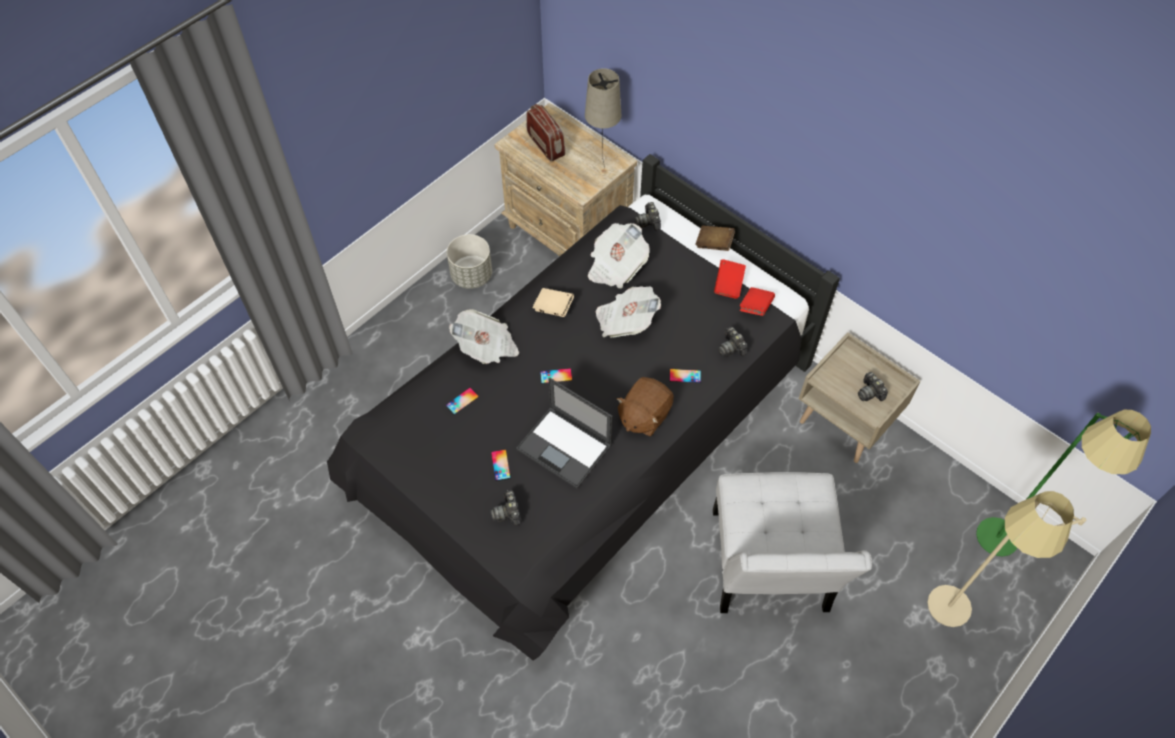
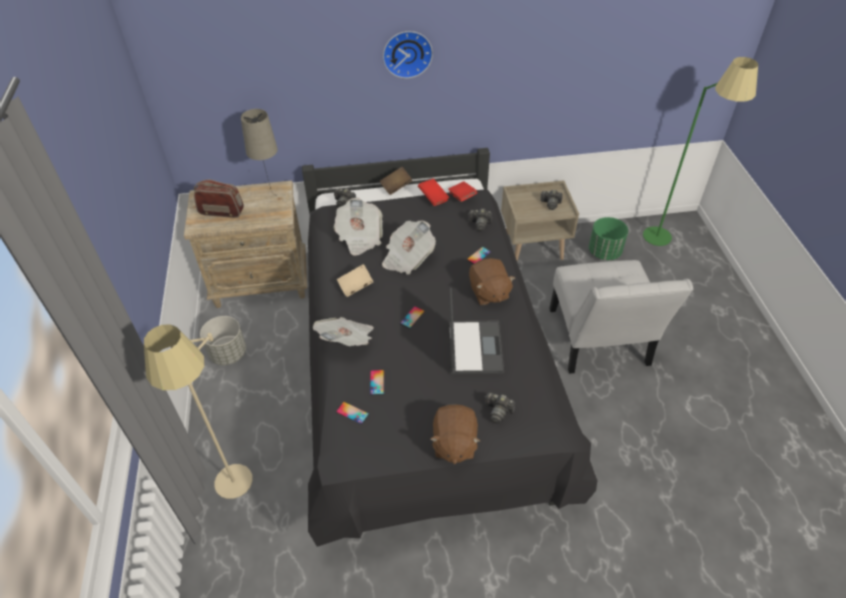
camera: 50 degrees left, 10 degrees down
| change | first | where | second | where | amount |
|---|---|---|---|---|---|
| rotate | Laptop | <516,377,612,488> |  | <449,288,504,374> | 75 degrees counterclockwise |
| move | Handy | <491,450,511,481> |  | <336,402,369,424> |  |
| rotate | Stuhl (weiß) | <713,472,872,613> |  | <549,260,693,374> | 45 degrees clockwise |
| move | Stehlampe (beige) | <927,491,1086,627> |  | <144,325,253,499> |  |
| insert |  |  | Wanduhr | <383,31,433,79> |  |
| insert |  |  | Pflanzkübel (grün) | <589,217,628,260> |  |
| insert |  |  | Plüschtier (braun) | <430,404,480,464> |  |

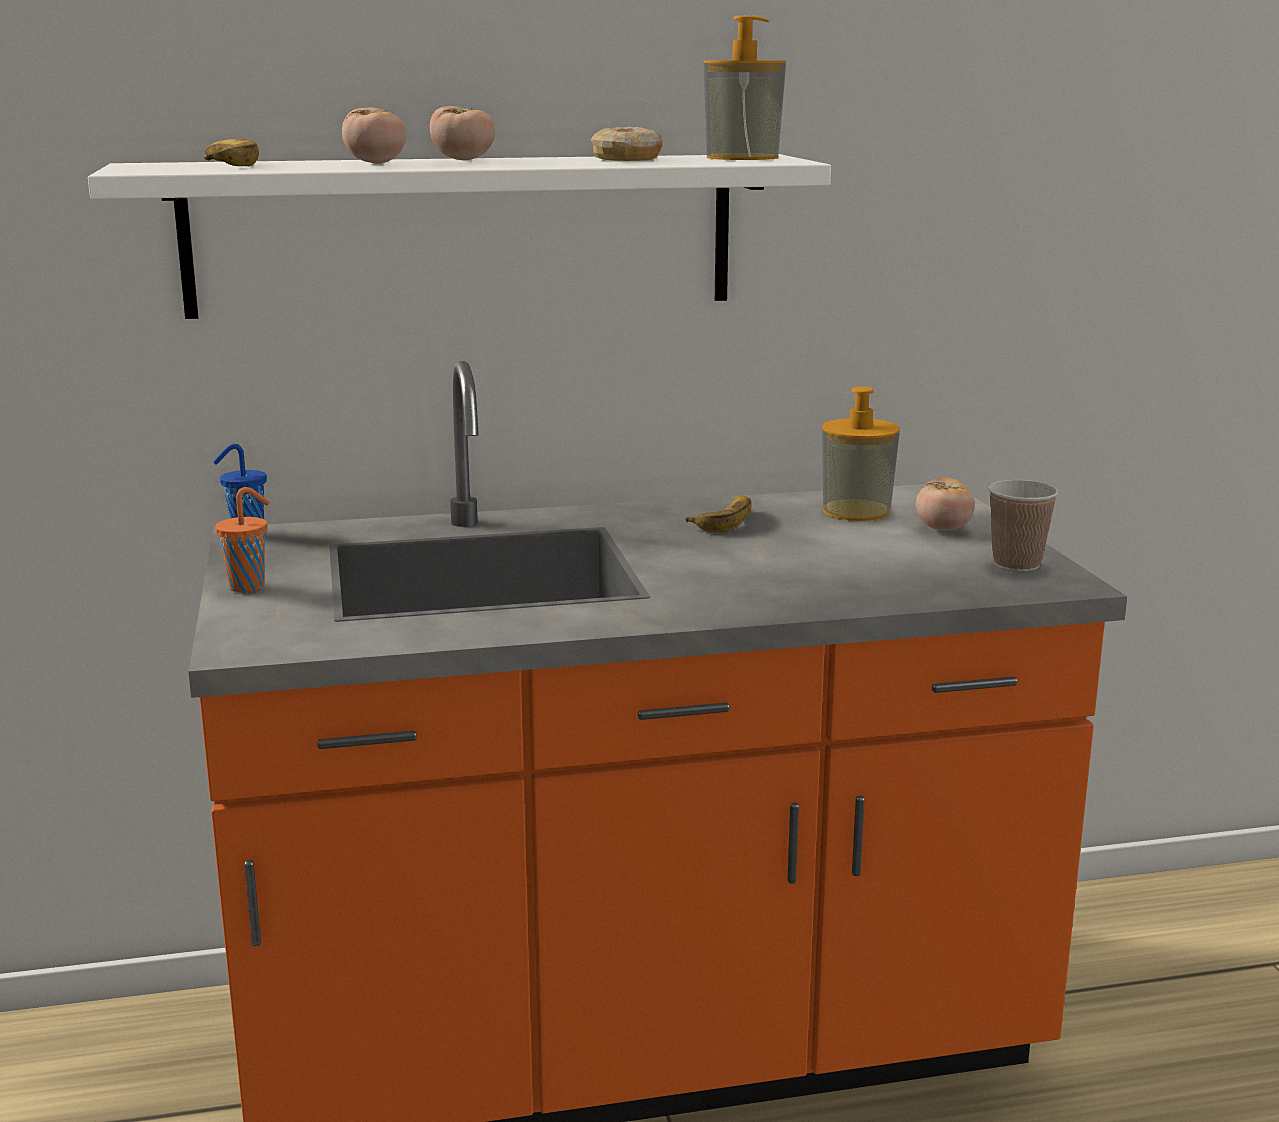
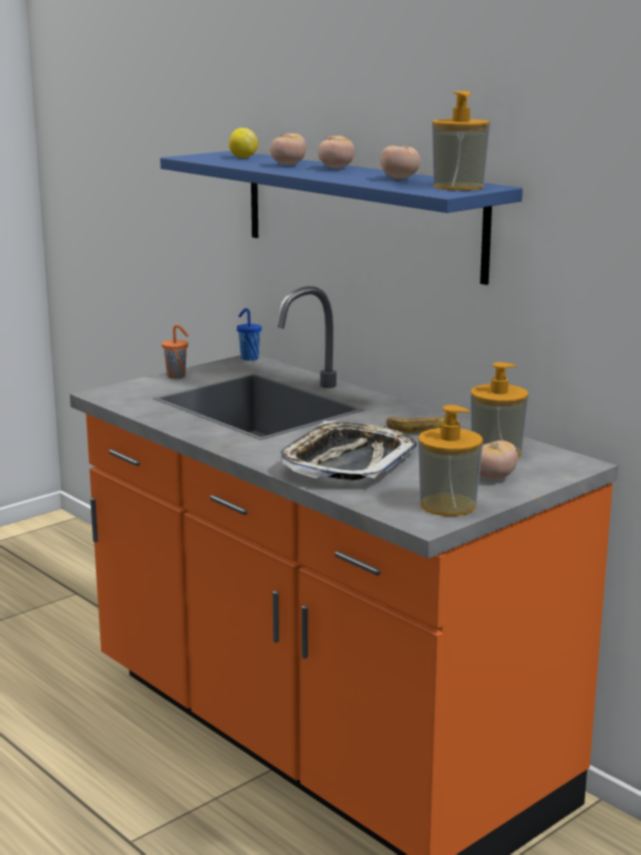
camera: 60 degrees right, 0 degrees up
| change | first | where | second | where | amount |
|---|---|---|---|---|---|
| replace | Donut | <591,127,662,161> | Tomate | <380,146,421,179> |  |
| replace | Banane | <204,139,259,166> | Zitrone | <229,128,258,158> |  |
| recolor | Wandregal (weiß) | <88,154,831,319> | Wandregal (blau) | <160,151,523,285> |  |
| replace | Tasse | <988,480,1059,572> | Seifenspender | <418,405,483,516> |  |
| insert |  |  | Tablett | <279,421,417,480> |  |

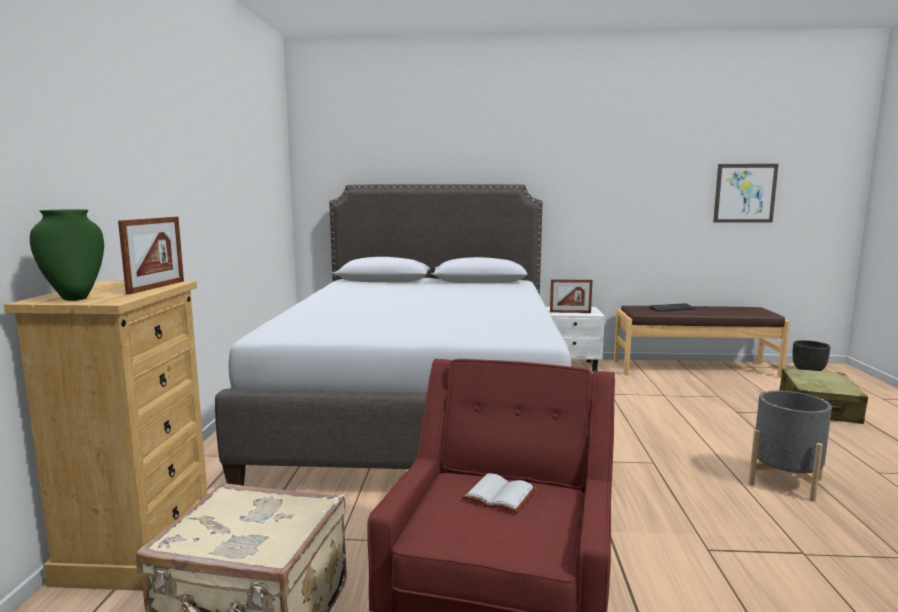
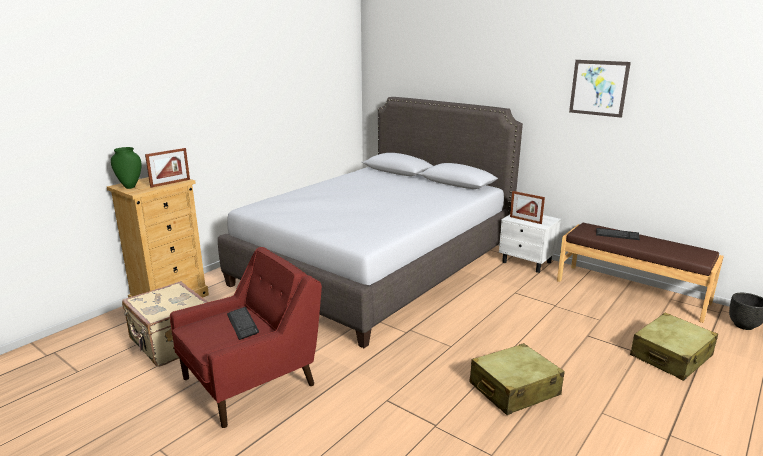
camera: 35 degrees right, 10 degrees up
| change | first | where | second | where | amount |
|---|---|---|---|---|---|
| move | Bild | <713,164,779,223> |  | <569,60,631,118> |  |
| replace | Pflanzkübel (grau) | <749,390,832,502> | Koffer (beige) | <470,343,565,415> |  |
| replace | Buch (weiß) | <462,474,537,513> | Tastatur | <227,307,259,340> |  |

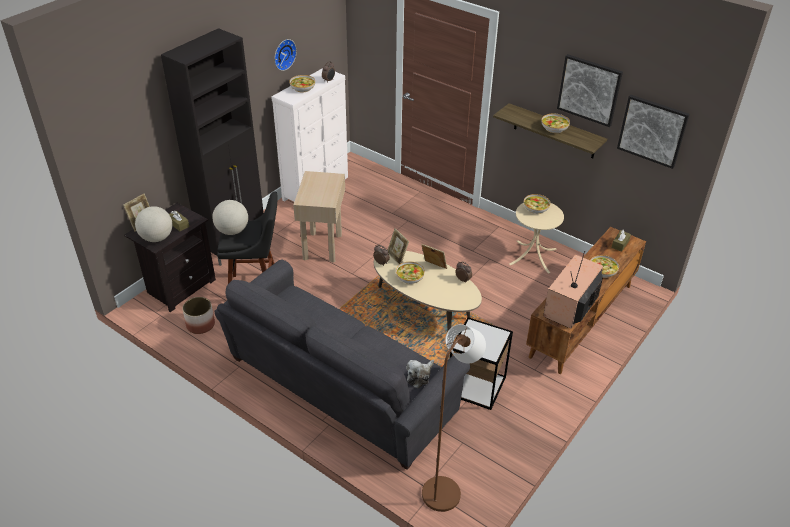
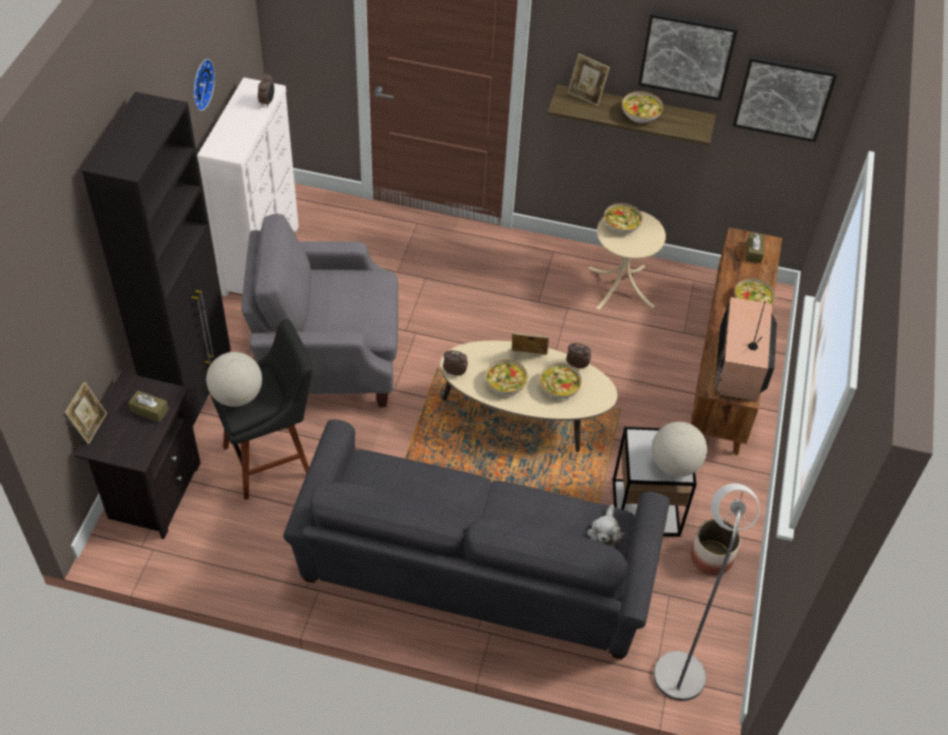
camera: 25 degrees left, 10 degrees up
| change | first | where | second | where | amount |
|---|---|---|---|---|---|
| move | Schüssel | <290,75,315,93> |  | <540,363,582,399> |  |
| replace | Beistelltisch (beige) | <293,171,345,263> | Sessel (grau) | <241,214,398,407> |  |
| move | Globus | <135,206,172,242> |  | <652,422,707,477> |  |
| move | Bilderrahmen | <388,228,409,265> |  | <567,54,610,106> |  |
| move | Pflanzkübel | <182,297,215,334> |  | <690,519,741,575> |  |
| recolor | Stehlampe (braun) | <422,324,486,512> | Stehlampe (grau) | <654,483,760,701> |  |

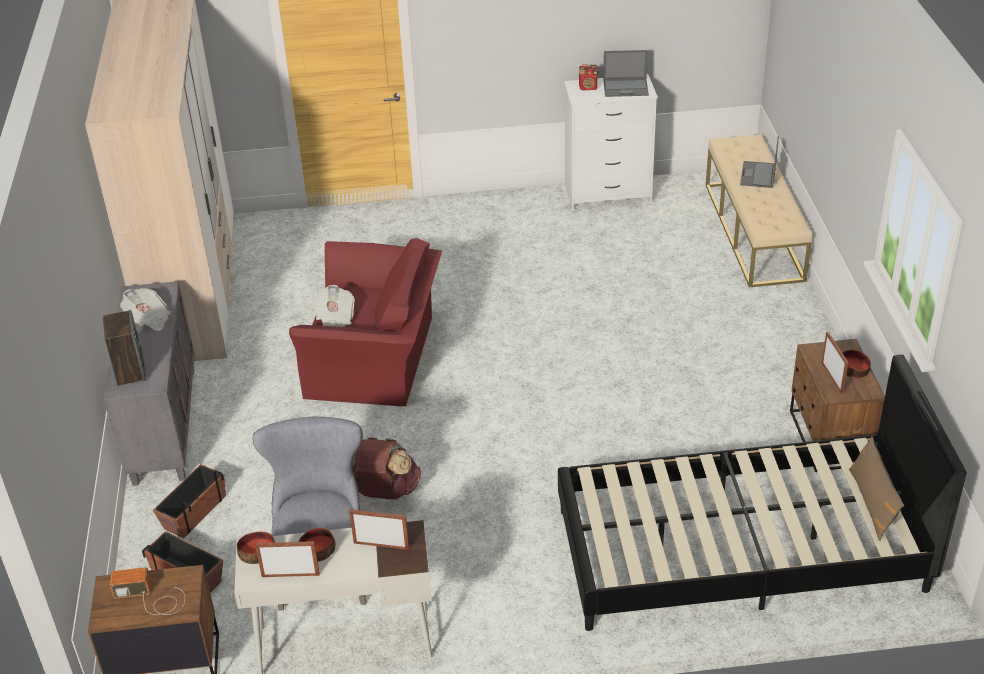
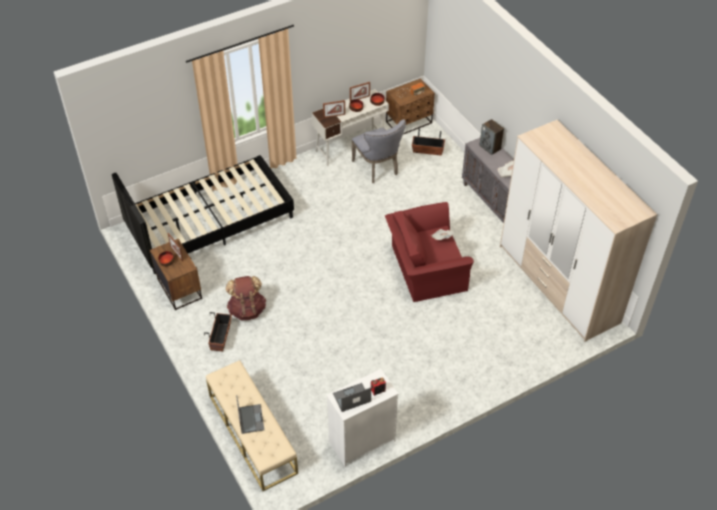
camera: 155 degrees right, 10 degrees up
| change | first | where | second | where | amount |
|---|---|---|---|---|---|
| delete | Kissen (braun) | <849,436,904,541> |  |  |  |
| move | Rucksack (braun) | <352,437,421,499> |  | <226,276,266,321> |  |
| move | Pflanzkübel | <153,464,226,538> |  | <204,312,232,351> |  |

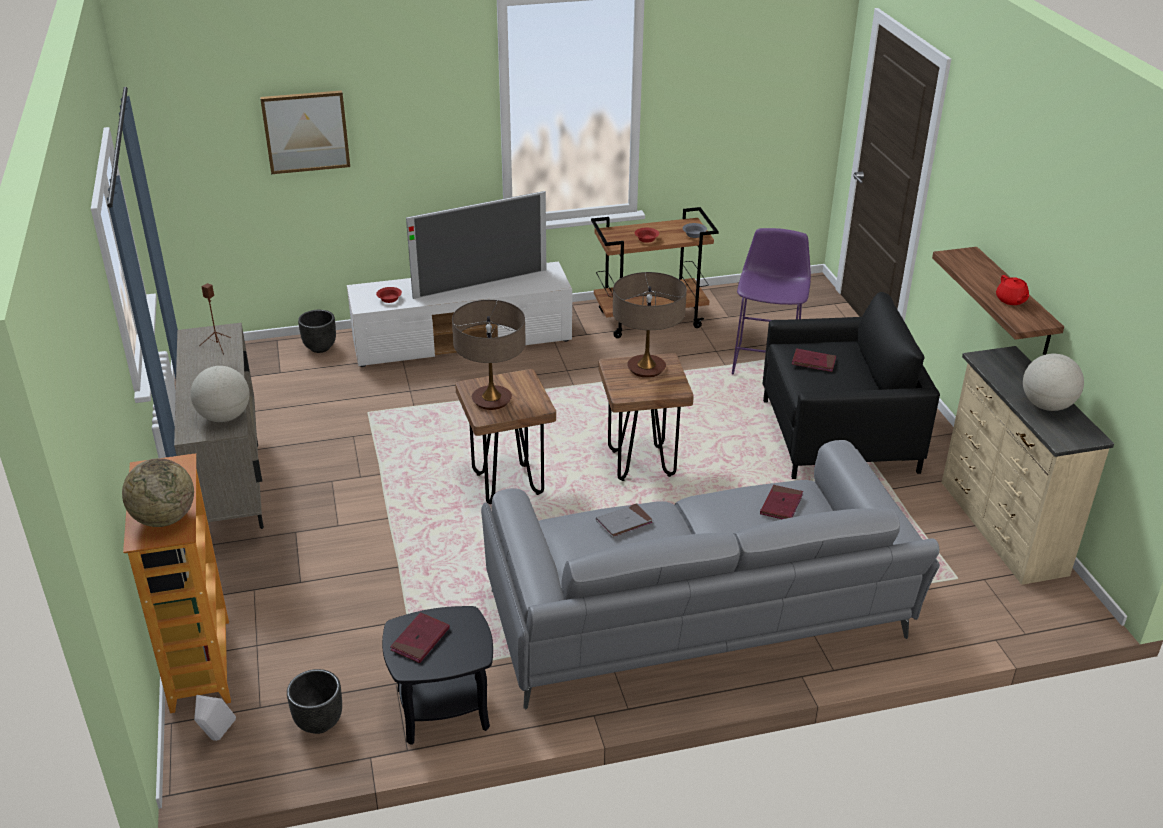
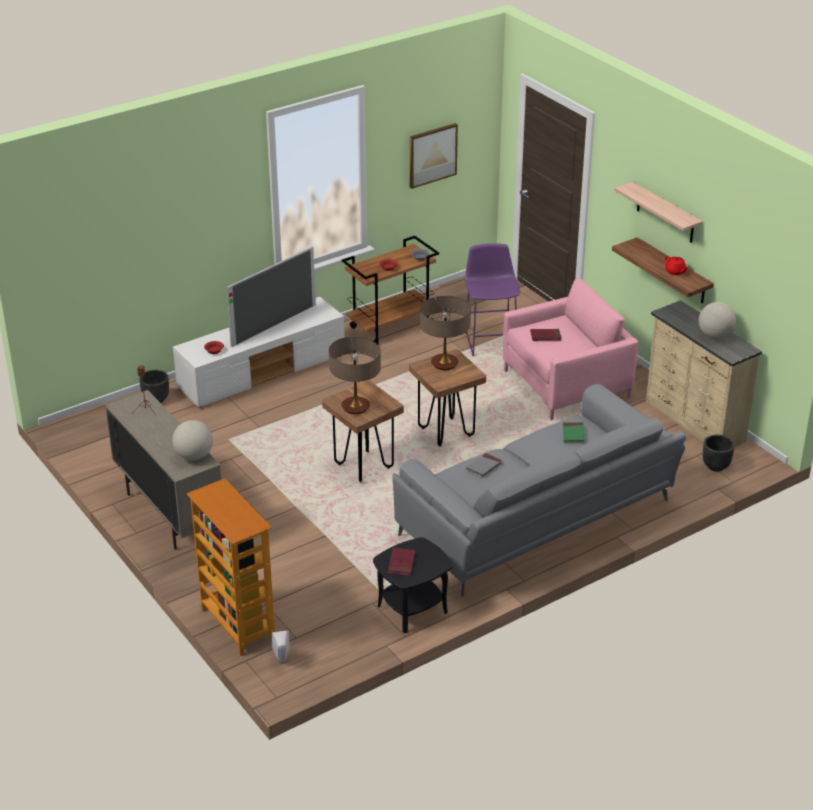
camera: 20 degrees left, 0 degrees up
| change | first | where | second | where | amount |
|---|---|---|---|---|---|
| move | Bild | <260,90,350,174> |  | <409,123,458,189> |  |
| recolor | Sessel (schwarz) | <763,292,940,479> | Sessel (rosa) | <503,278,638,420> |  |
| delete | Globus | <122,458,194,527> |  |  |  |
| recolor | Buch (rot) | <760,485,803,519> | Buch (grün) | <563,422,585,443> |  |
| move | Pflanzkübel (schwarz) | <287,669,342,734> |  | <703,435,735,472> |  |
| insert |  |  | Wandregal | <614,182,702,243> |  |

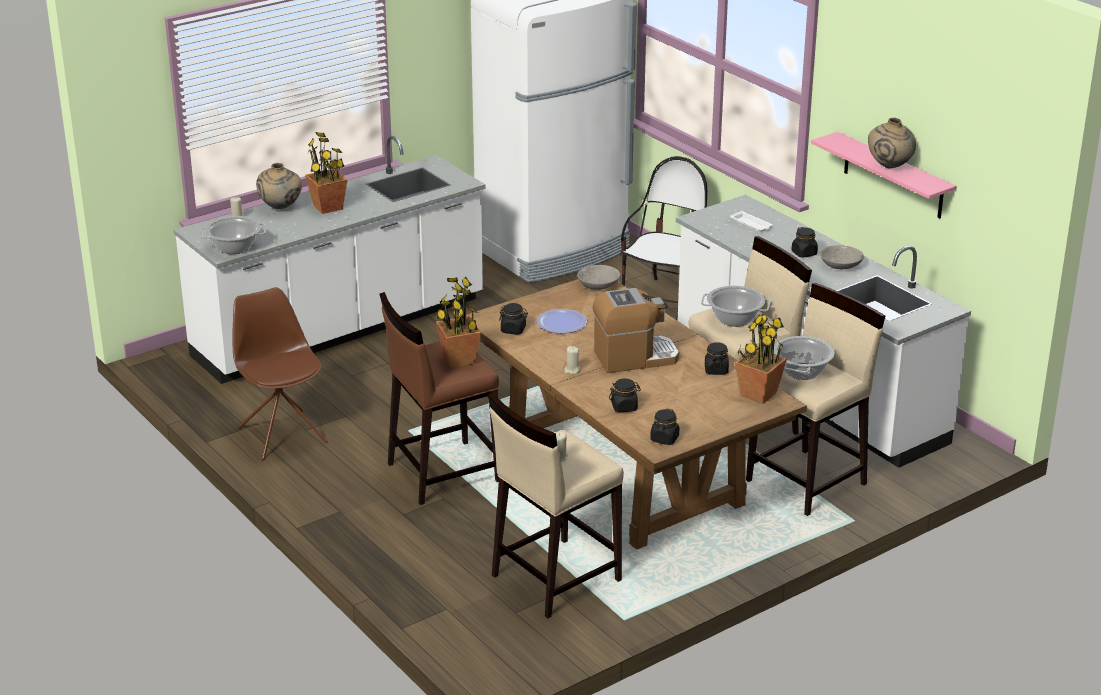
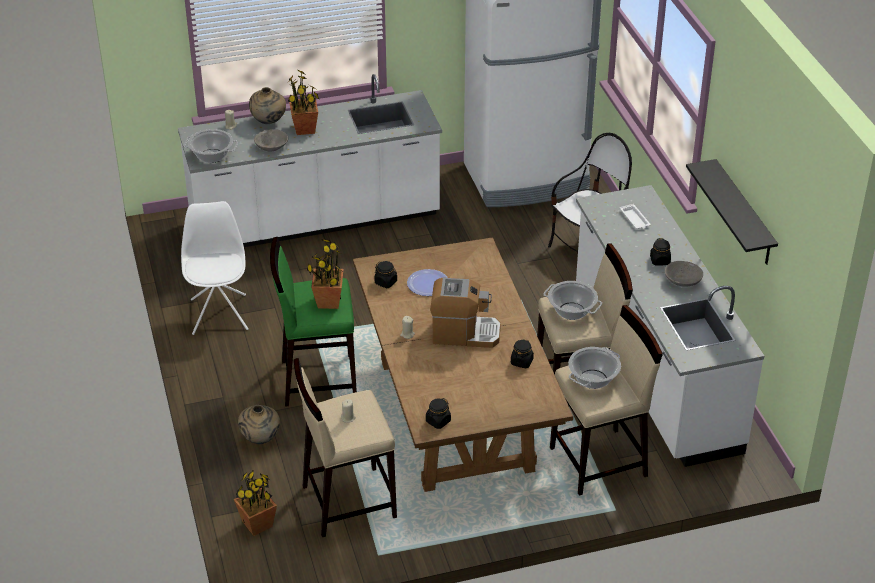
camera: 20 degrees right, 10 degrees up
| change | first | where | second | where | amount |
|---|---|---|---|---|---|
| move | Vase (beige) | <868,118,916,168> |  | <238,405,280,444> |  |
| recolor | Wandregal (rosa) | <811,132,957,218> | Wandregal (schwarz) | <686,159,778,265> |  |
| move | Schüssel (grau) | <577,265,620,290> |  | <254,129,288,152> |  |
| recolor | Stuhl (braun) | <233,287,328,460> | Stuhl (weiß) | <181,201,249,335> |  |
| recolor | Hocker (braun) | <379,292,499,505> | Hocker (grün) | <270,237,357,407> |  |
| move | Topfpflanze | <735,314,787,404> |  | <234,471,277,536> |  |
| delete | Vorratsglas (schwarz) | <609,378,641,412> |  |  |  |

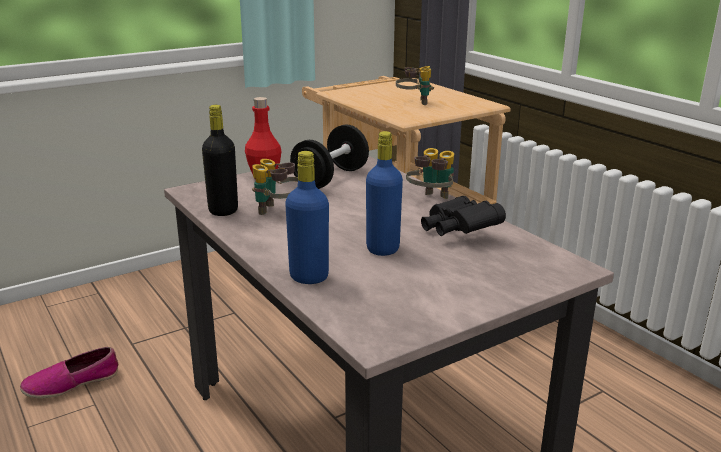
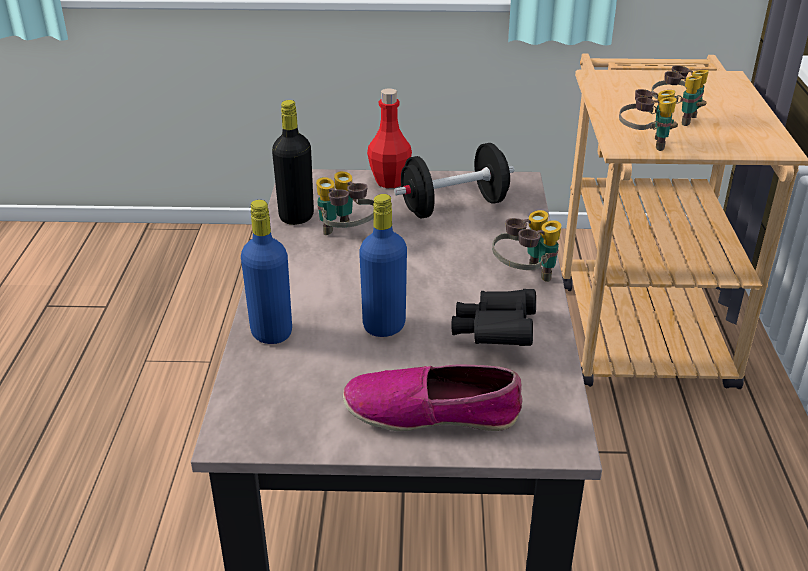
camera: 35 degrees right, 10 degrees up
| change | first | where | second | where | amount |
|---|---|---|---|---|---|
| move | Schuh | <20,347,118,398> |  | <343,364,523,431> |  |
| insert |  |  | Fernglas | <619,89,678,151> |  |

